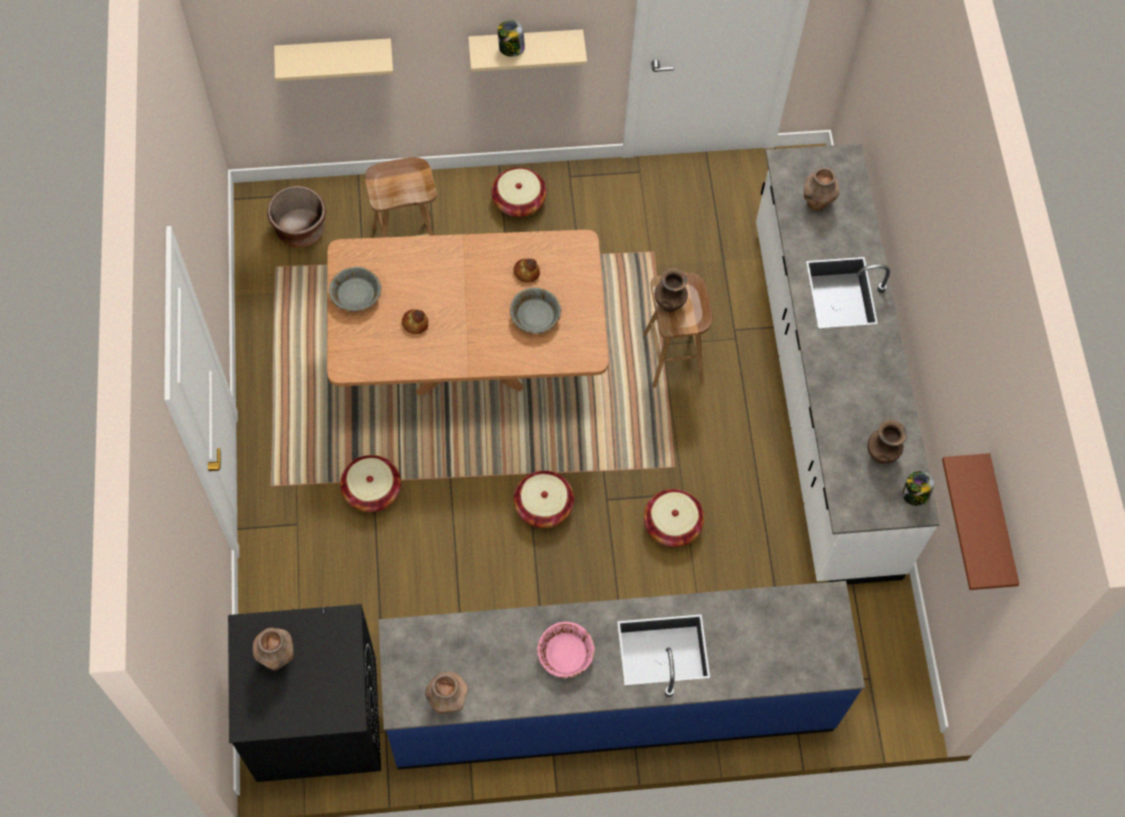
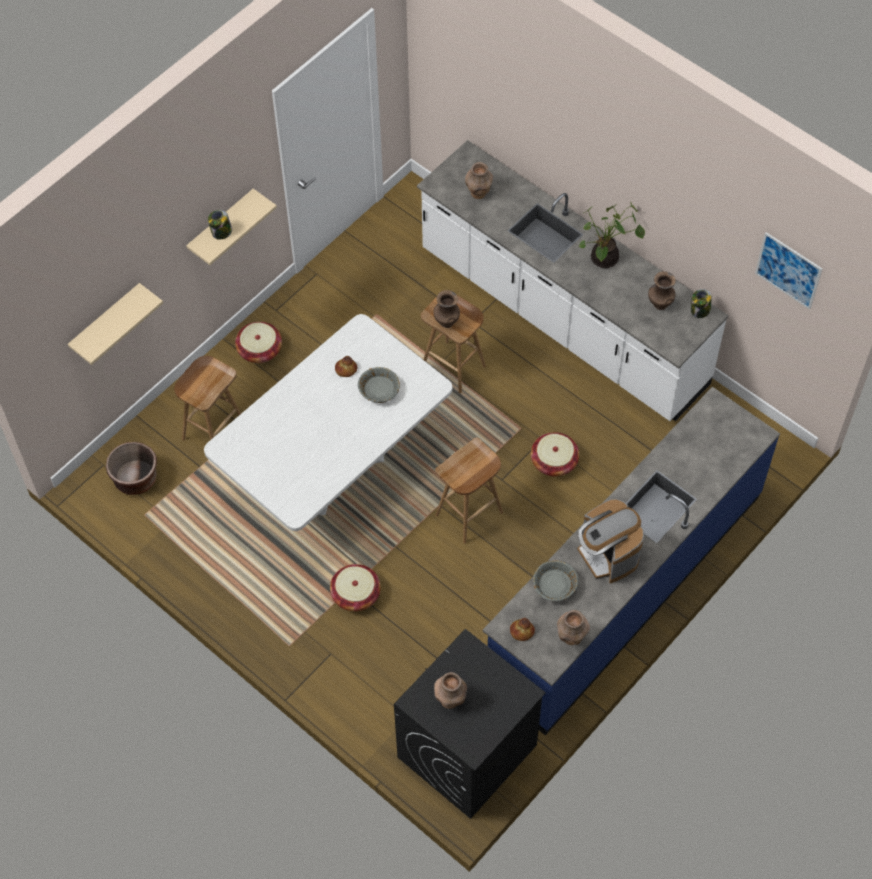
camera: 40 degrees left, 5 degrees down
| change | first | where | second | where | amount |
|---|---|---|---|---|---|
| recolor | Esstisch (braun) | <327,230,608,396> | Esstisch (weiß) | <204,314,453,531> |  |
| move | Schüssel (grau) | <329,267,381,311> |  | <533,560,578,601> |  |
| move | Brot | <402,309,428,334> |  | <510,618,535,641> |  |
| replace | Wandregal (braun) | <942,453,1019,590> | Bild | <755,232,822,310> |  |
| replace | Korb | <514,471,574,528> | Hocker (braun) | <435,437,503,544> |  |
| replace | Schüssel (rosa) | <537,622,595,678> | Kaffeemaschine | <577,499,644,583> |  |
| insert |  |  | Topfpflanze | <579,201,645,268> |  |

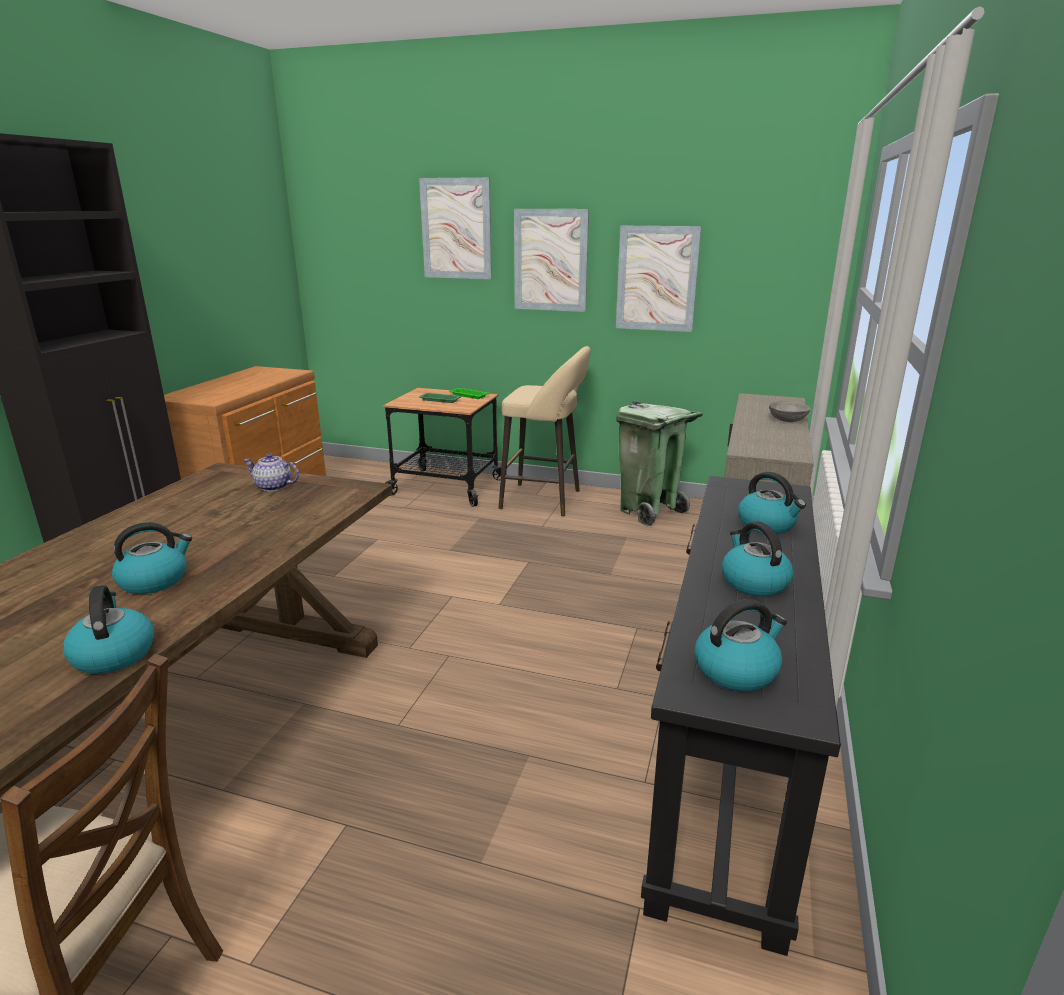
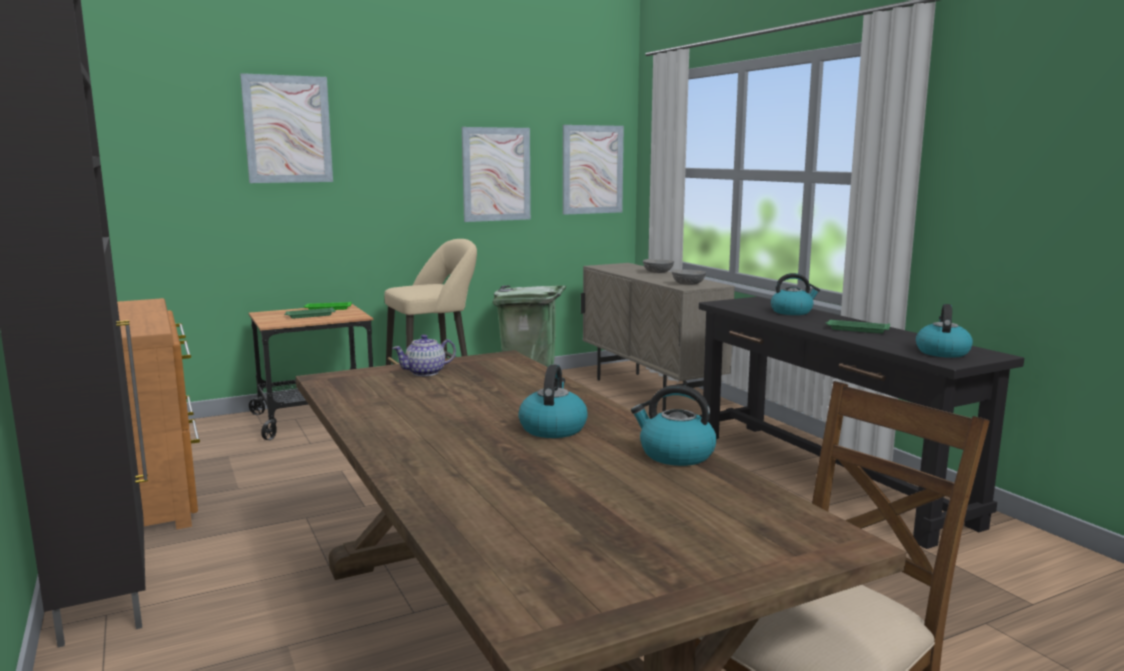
camera: 45 degrees left, 10 degrees down
| change | first | where | second | where | amount |
|---|---|---|---|---|---|
| move | Bild | <514,209,589,312> |  | <563,125,624,215> |  |
| replace | Wasserkessel | <722,522,793,597> | Tablett (grün) | <825,320,890,333> |  |
| insert |  |  | Schüssel (grau) | <672,269,706,285> |  |

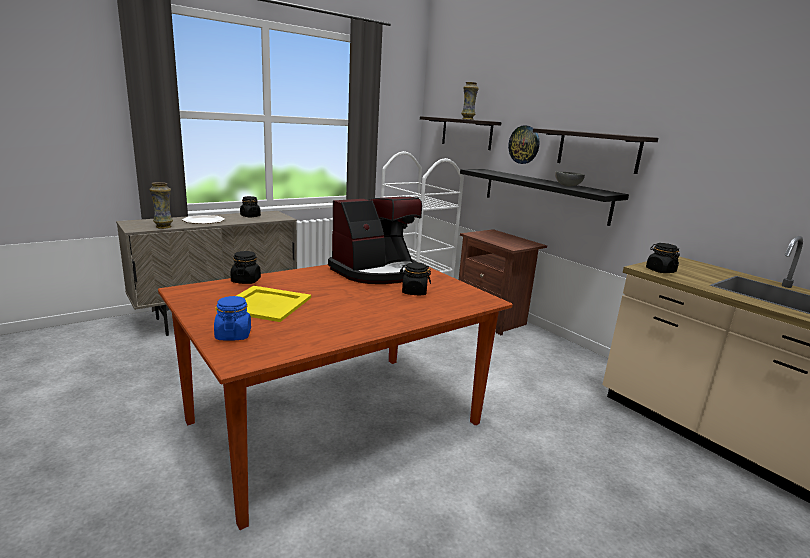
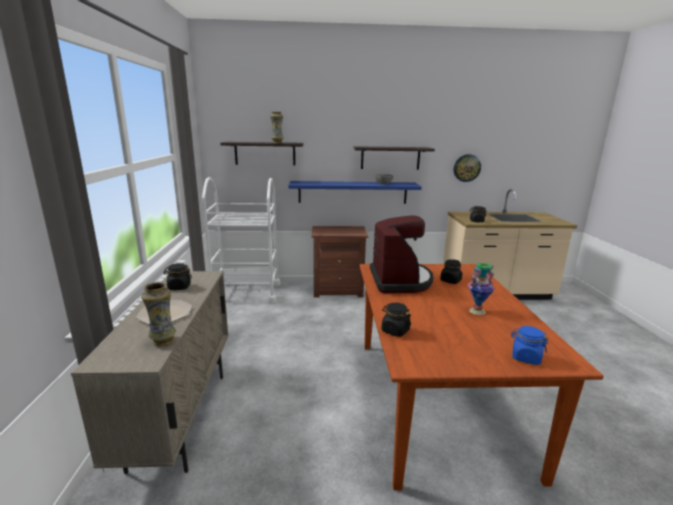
camera: 55 degrees left, 0 degrees up
| change | first | where | second | where | amount |
|---|---|---|---|---|---|
| move | Wanduhr | <508,125,540,164> |  | <454,154,481,182> |  |
| recolor | Wandregal (schwarz) | <460,169,629,226> | Wandregal (blau) | <288,181,422,204> |  |
| delete | Tablett (gelb) | <216,286,311,322> |  |  |  |
| insert |  |  | Vase | <468,263,495,315> |  |

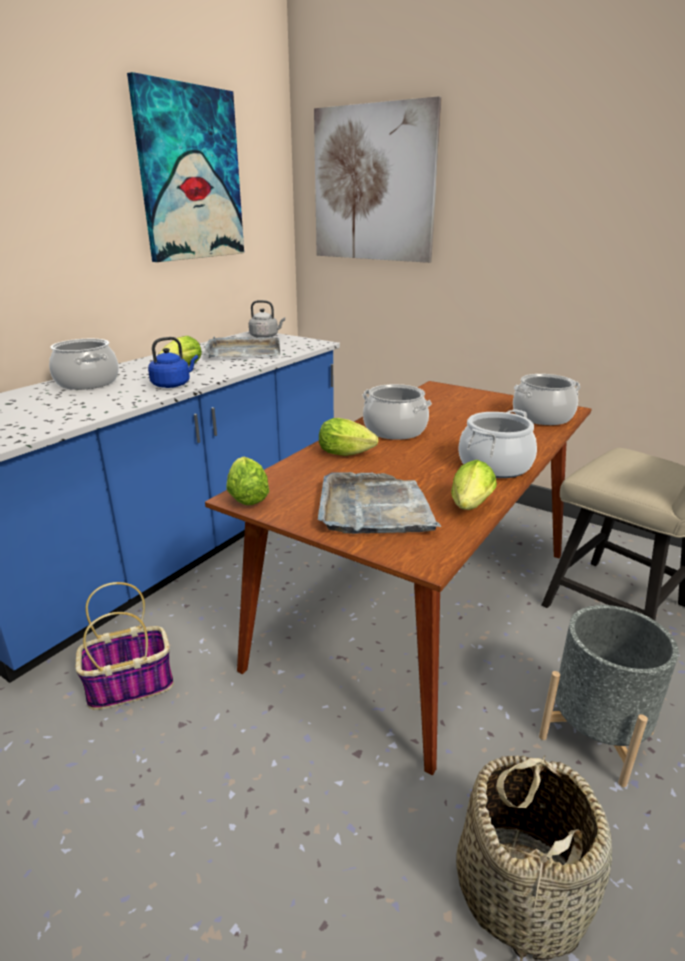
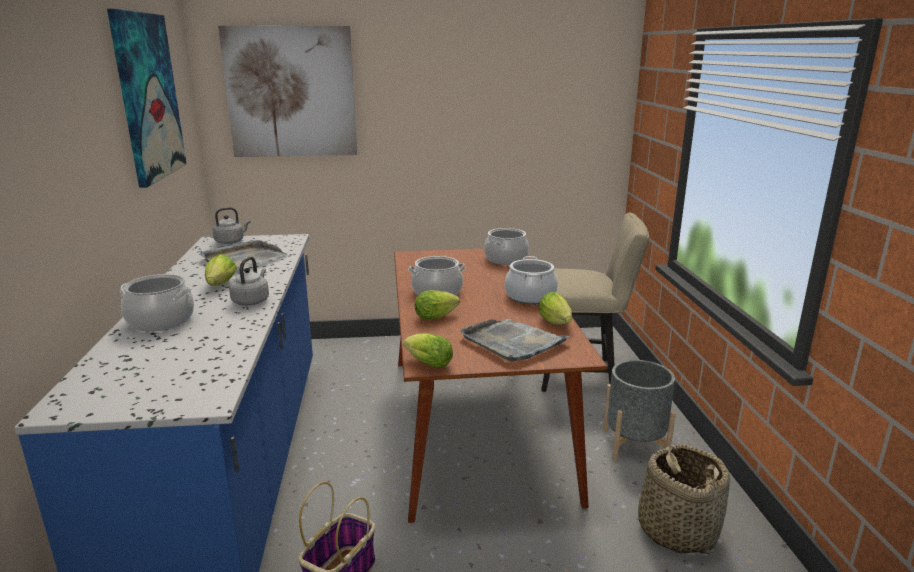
camera: 40 degrees left, 5 degrees down
| change | first | where | second | where | amount |
|---|---|---|---|---|---|
| recolor | Wasserkessel (blau) | <148,337,198,388> | Wasserkessel (grau) | <229,257,269,305> |  |

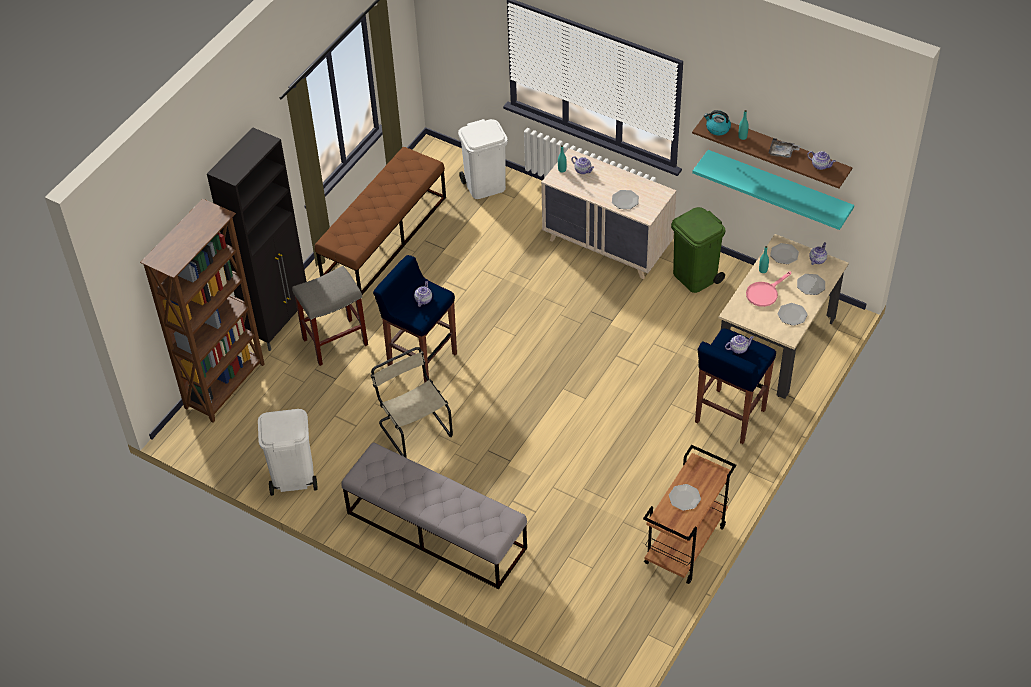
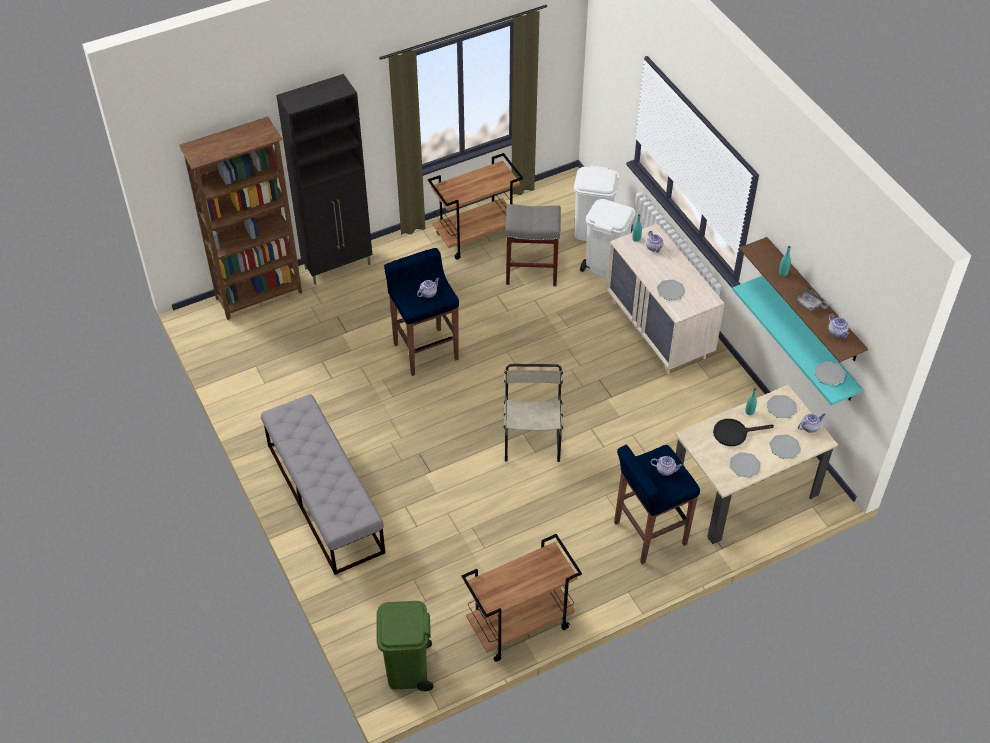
camera: 30 degrees right, 0 degrees up
| change | first | where | second | where | amount |
|---|---|---|---|---|---|
| delete | Wasserkessel | <704,110,731,135> |  |  |  |
| replace | Bank (braun) | <315,147,446,295> | Rollwagen (braun) | <428,153,523,260> |  |
| move | Mülleimer (grün) | <671,207,725,293> |  | <377,601,434,691> |  |
| move | Hocker (grau) | <292,266,368,366> |  | <505,204,561,286> |  |
| recolor | Pfanne (rosa) | <746,271,791,307> | Pfanne (schwarz) | <713,419,774,446> |  |
| move | Stuhl (beige) | <371,347,453,458> |  | <504,364,563,462> |  |
| move | Mülleimer (weiß) | <258,409,318,496> |  | <580,199,636,278> |  |
| move | Teller | <669,484,701,511> |  | <814,361,846,386> |  |

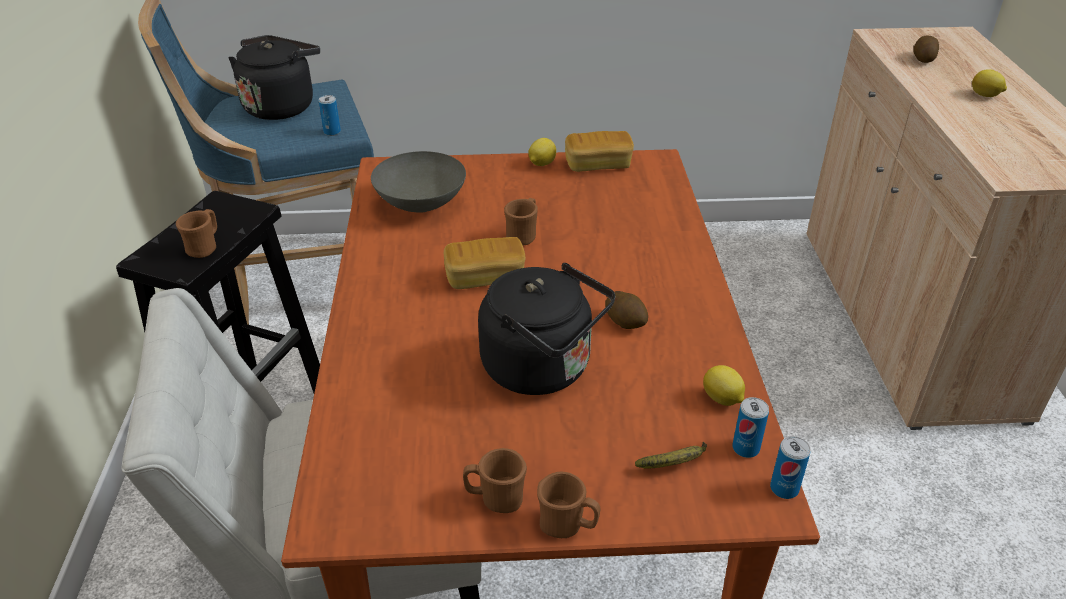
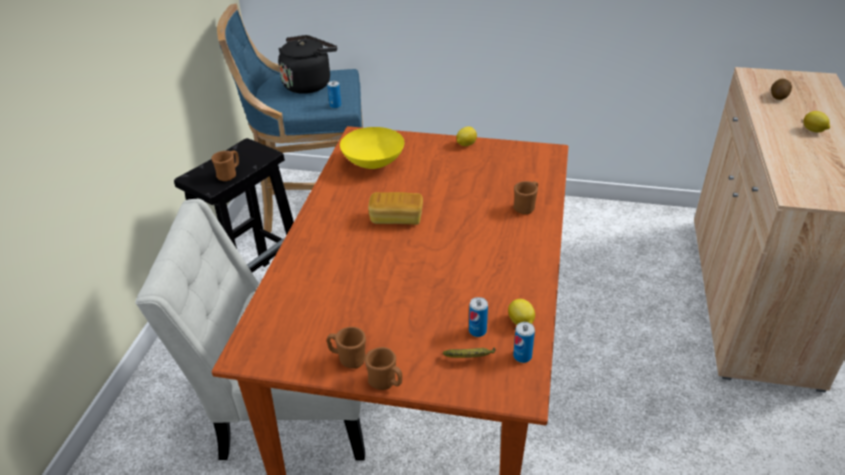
camera: 15 degrees right, 0 degrees up
| change | first | where | second | where | amount |
|---|---|---|---|---|---|
| delete | Brot | <565,131,634,172> |  |  |  |
| recolor | Schüssel (grau) | <371,151,466,213> | Schüssel (gelb) | <340,127,404,169> |  |
| move | Henkelbecher (braun) | <504,198,538,245> |  | <514,181,538,214> |  |
| delete | Wasserkessel (schwarz) | <478,263,615,395> |  |  |  |
| delete | Kartoffel | <605,291,648,329> |  |  |  |
| move | Dose | <770,436,811,499> |  | <469,297,488,337> |  |

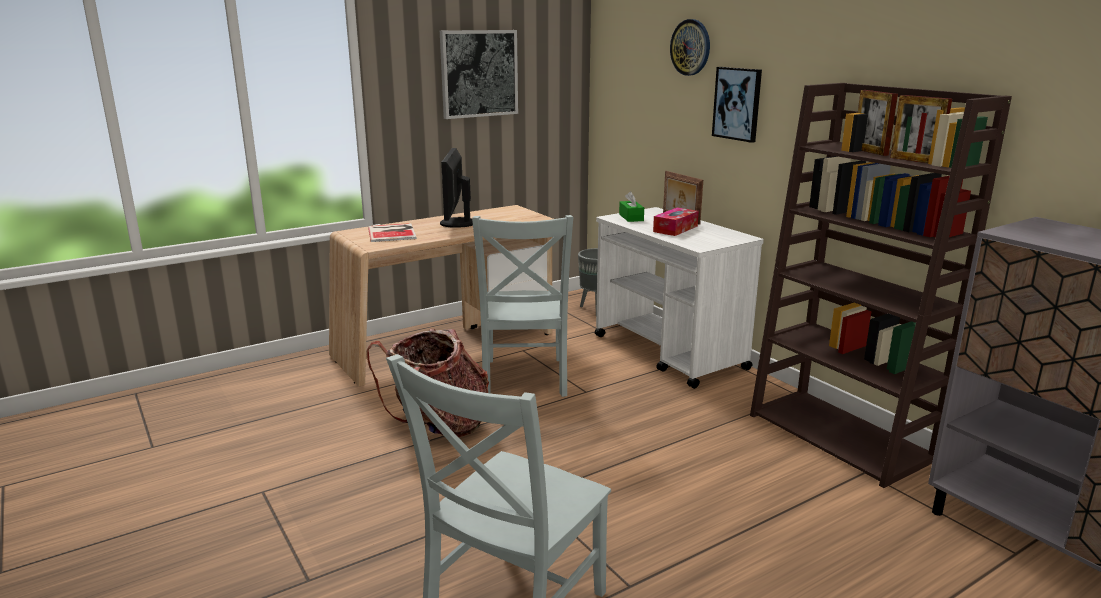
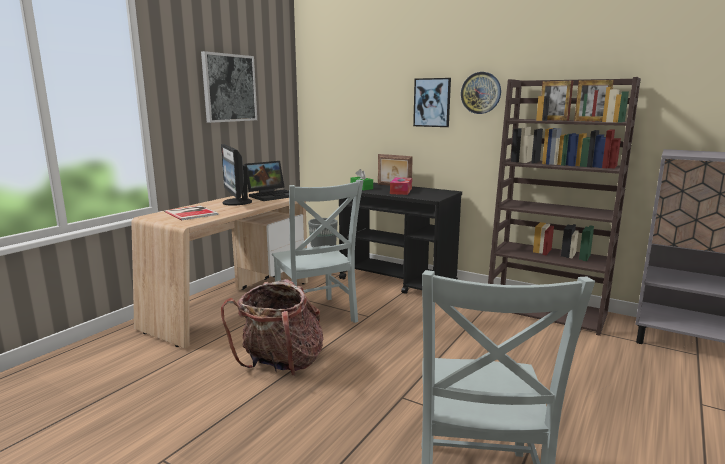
camera: 25 degrees left, 5 degrees down
| change | first | where | second | where | amount |
|---|---|---|---|---|---|
| move | Wanduhr | <670,19,710,76> |  | <461,72,501,114> |  |
| recolor | Rollwagen (weiß) | <595,207,764,389> | Rollwagen (schwarz) | <339,182,462,294> |  |
| insert |  |  | Laptop | <244,161,289,201> |  |

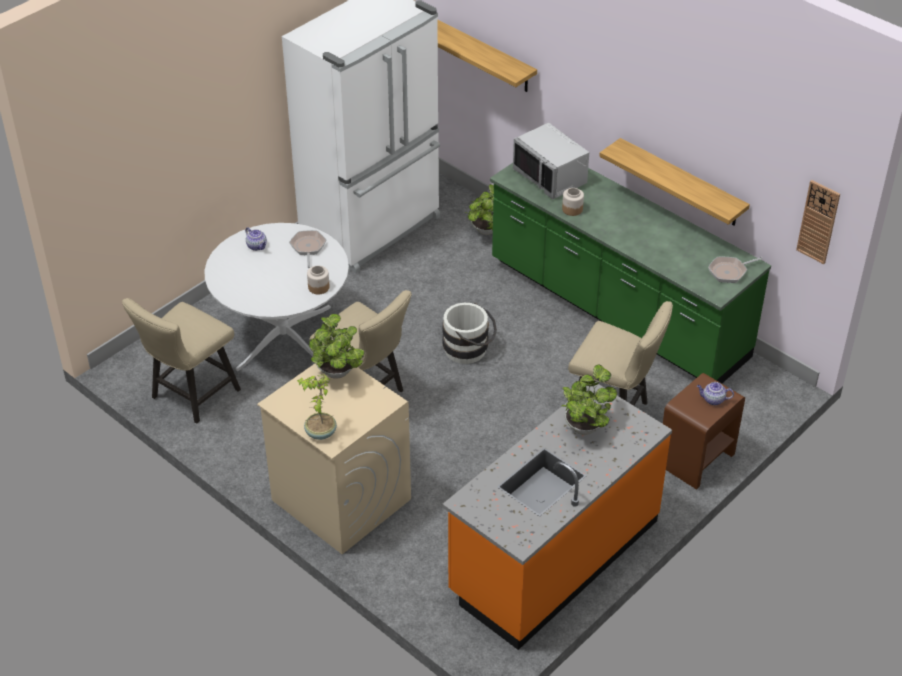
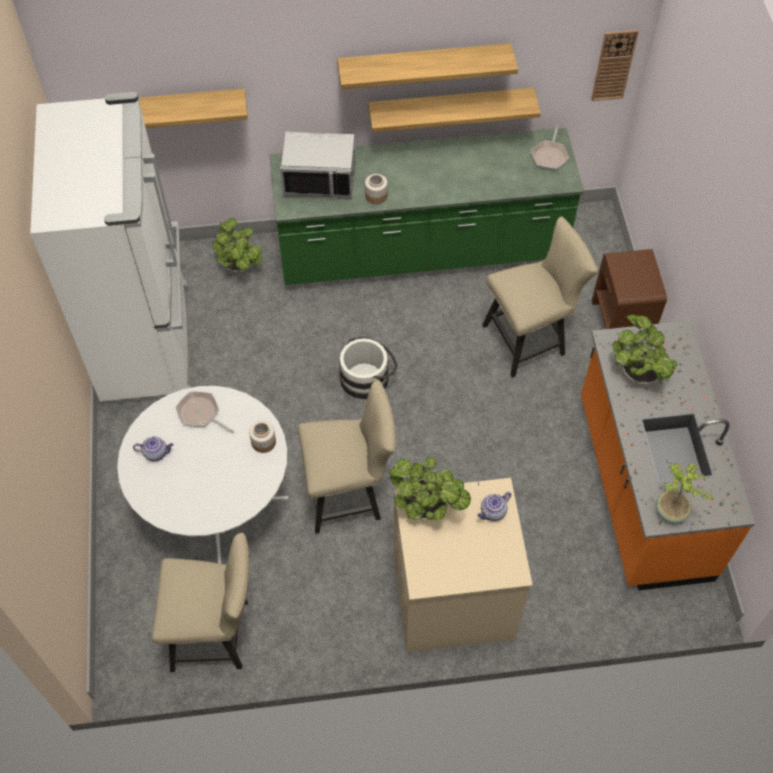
camera: 50 degrees left, 15 degrees up
| change | first | where | second | where | amount |
|---|---|---|---|---|---|
| rotate | Stuhl (beige) | <122,298,241,424> |  | <152,533,249,672> | 75 degrees counterclockwise |
| move | Topfpflanze | <297,375,337,440> |  | <656,464,713,523> |  |
| move | Teekanne | <697,382,734,405> |  | <478,492,511,521> |  |
| insert |  |  | Wandregal | <337,43,518,89> |  |

